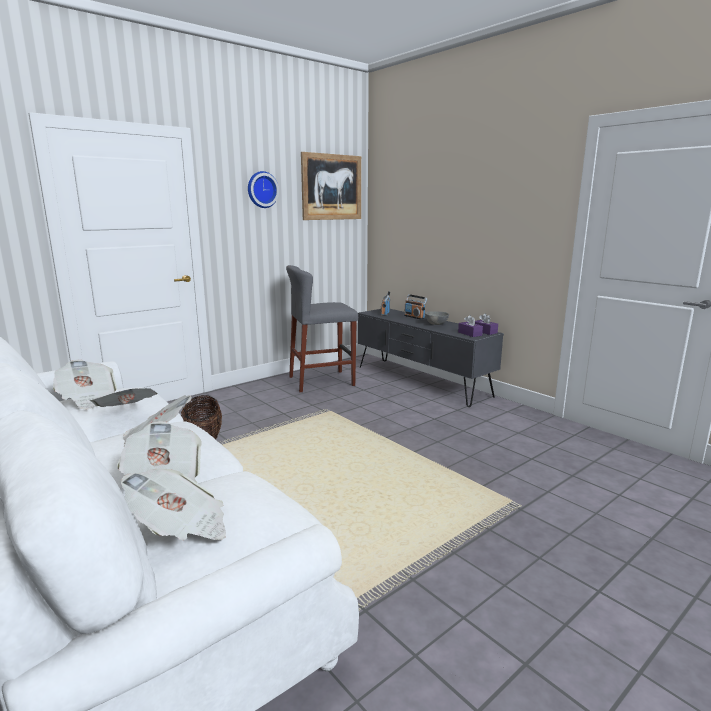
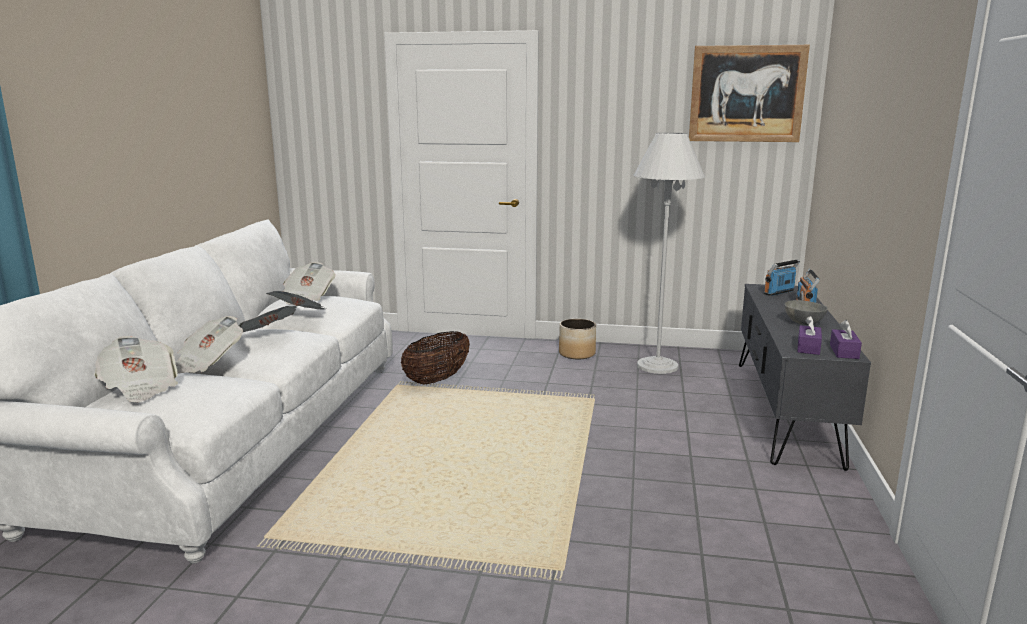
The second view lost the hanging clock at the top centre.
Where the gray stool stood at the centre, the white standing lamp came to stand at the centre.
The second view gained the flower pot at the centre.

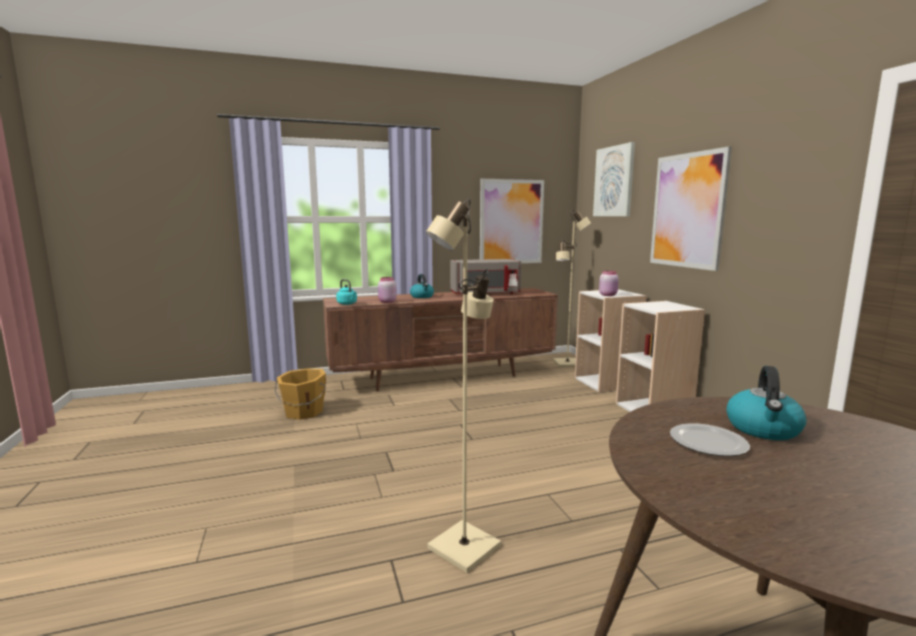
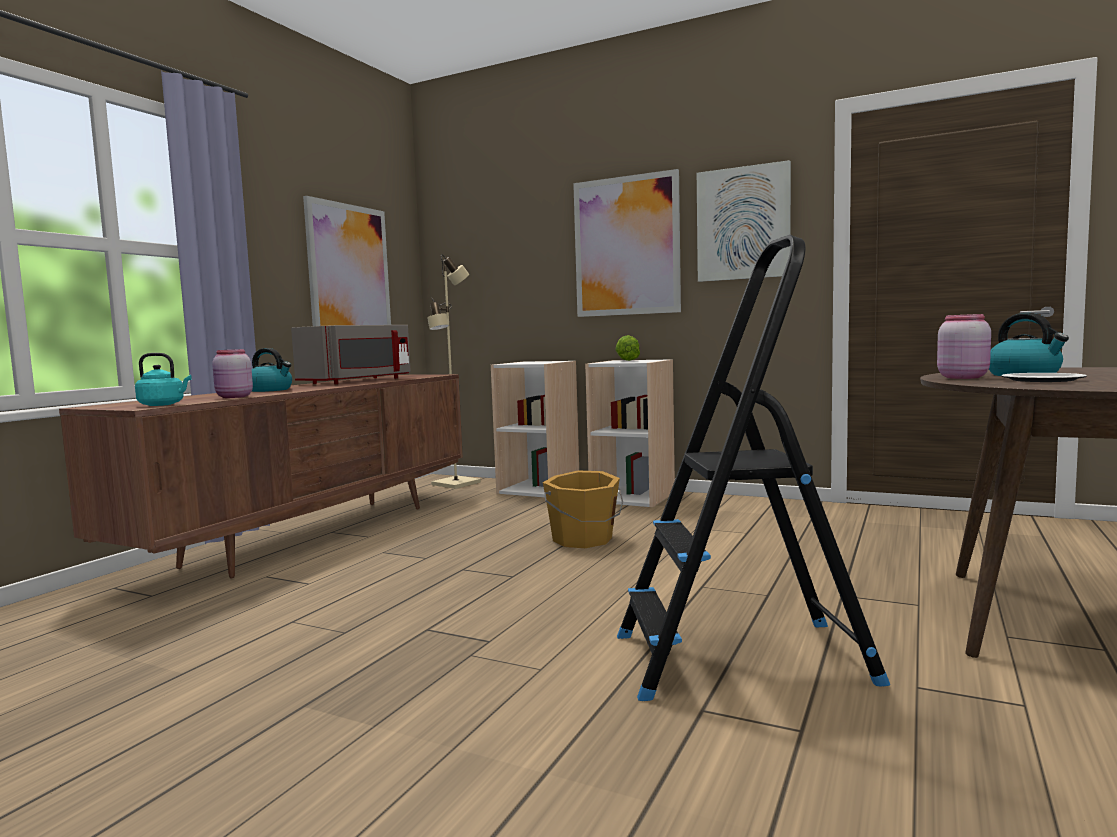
The orangey bucket ended up elsewhere, having gone from the middle left to the centre.
Where the beige-coloured standing lamp (1st from left) stood at the centre, the black step ladder came to stand at the middle right.
The wall picture (2nd from left in the first image) ended up elsewhere, having gone from the top right to the top centre.
The pinkish preserve jar (2nd from left) ended up elsewhere, having gone from the centre to the middle right.
The second view gained the head of lettuce at the centre.

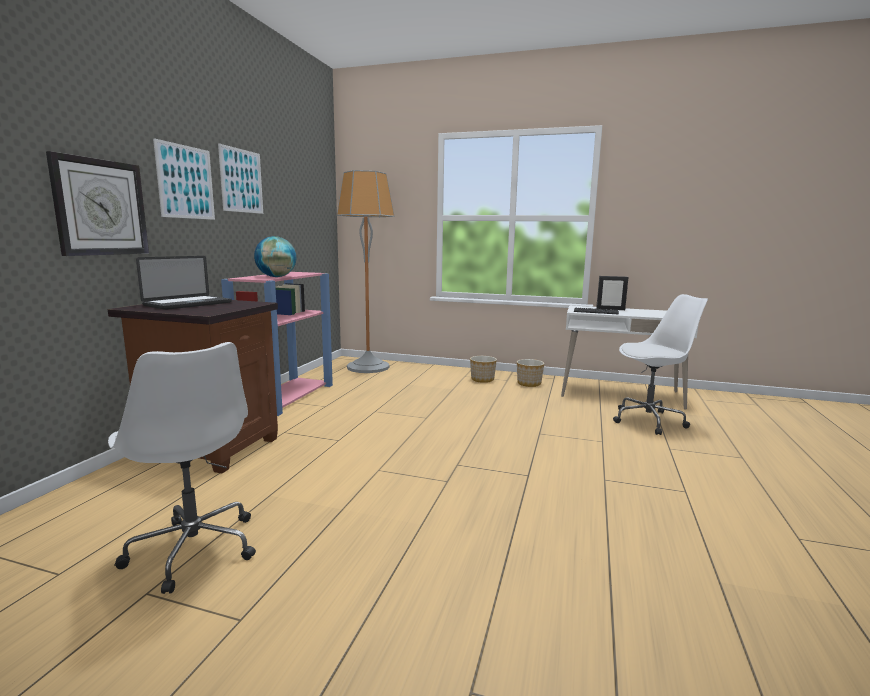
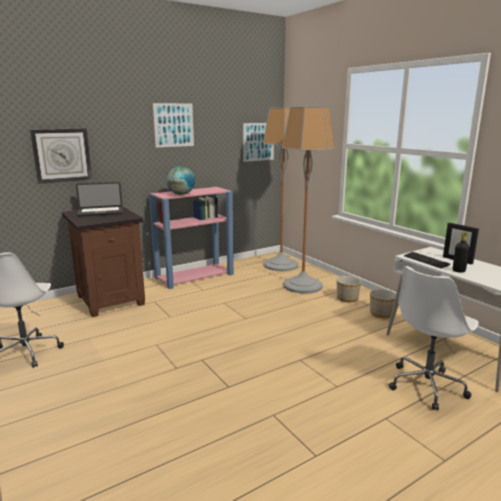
The wall picture (1st from left in the first image) ended up elsewhere, having gone from the top left to the top centre.
The white desk chair (2nd from left) at the middle right ended up facing another way, 105 degrees clockwise from before.
The second view gained the standing lamp (2nd from left) at the centre.
The second view gained the black drink bottle at the middle right.

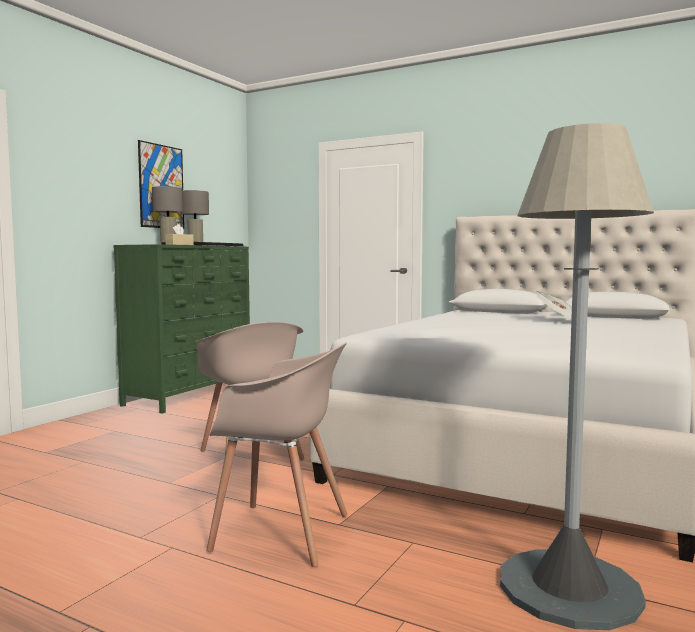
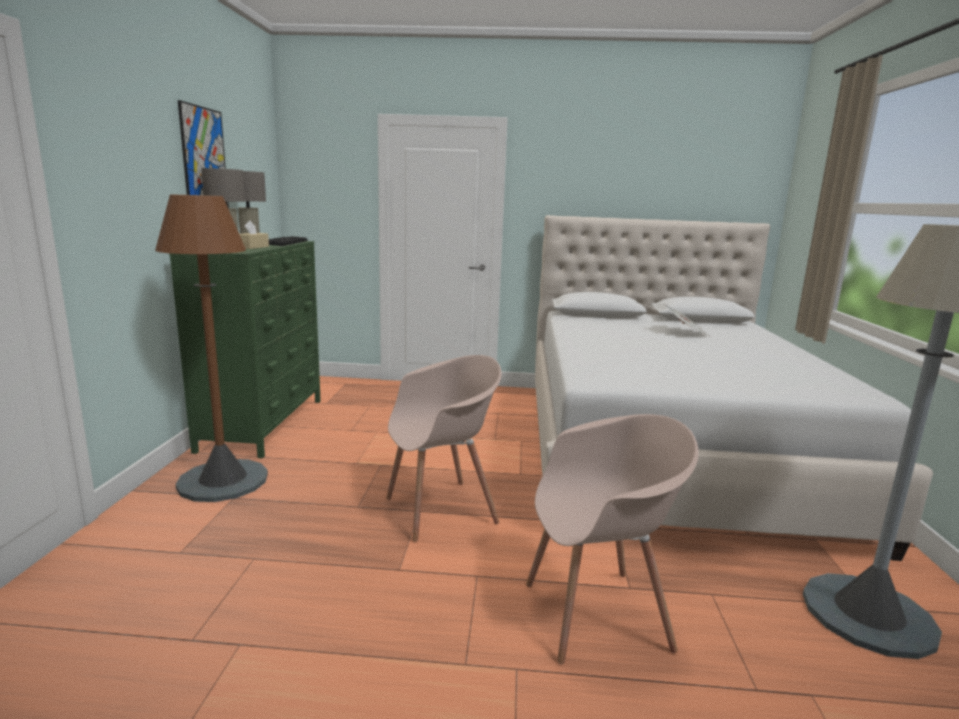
The beige-coloured upright chair (1st from left) at the centre ended up facing another way, 60 degrees counterclockwise from before.
The second view gained the brown standing lamp at the middle left.

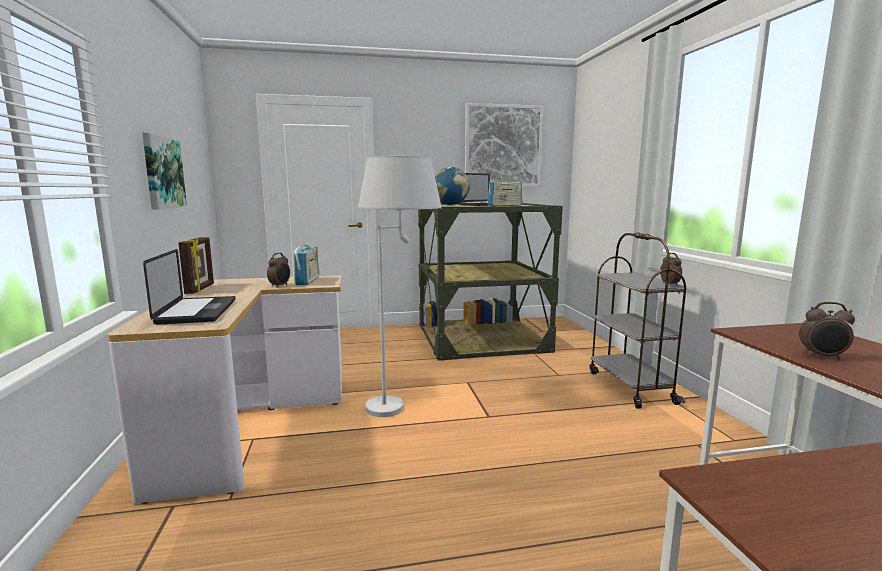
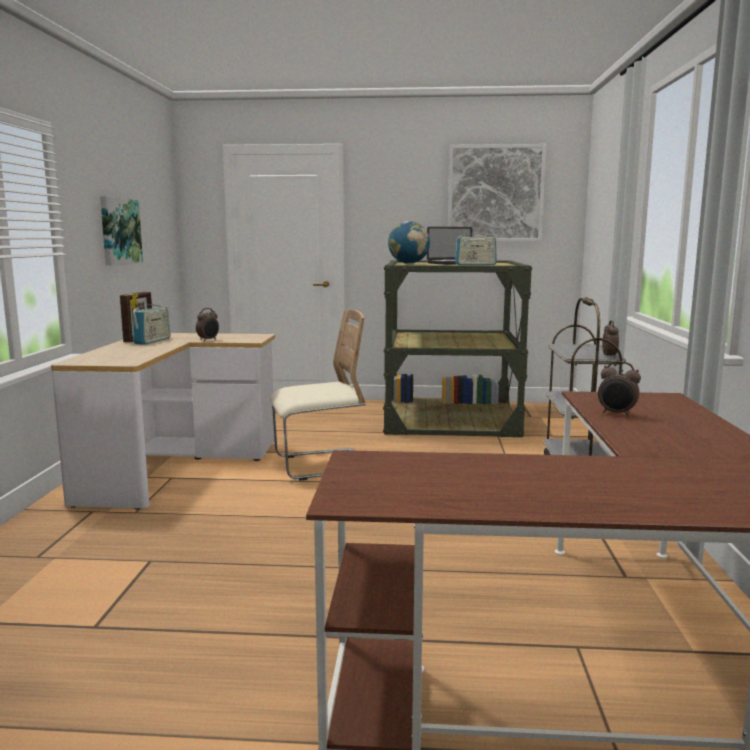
The second view lost the notebook computer (1st from left) at the middle left.
The radio (1st from left) ended up elsewhere, having gone from the centre to the middle left.
Where the white standing lamp stood at the centre, the beige-coloured upright chair came to stand at the centre.

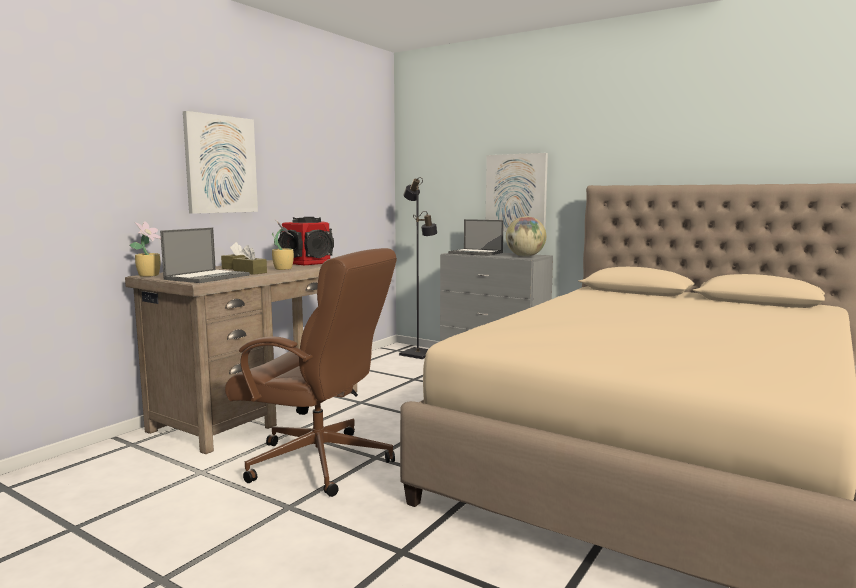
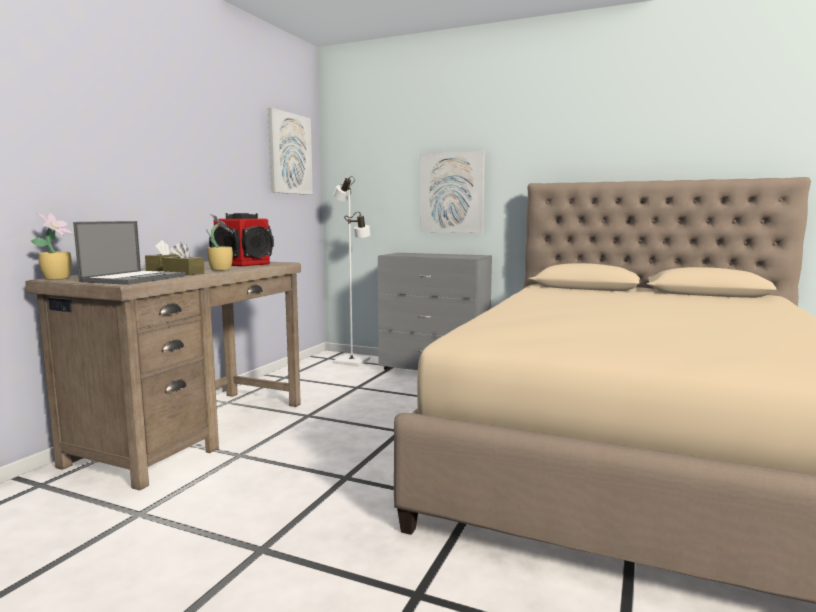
The wall picture (1st from left) ended up elsewhere, having gone from the top left to the top centre.
The second view lost the brown desk chair at the centre.
What was the black standing lamp at the centre turned into the white standing lamp at the centre.
The second view lost the notebook computer (2nd from left) at the centre.
The second view lost the globe at the centre.

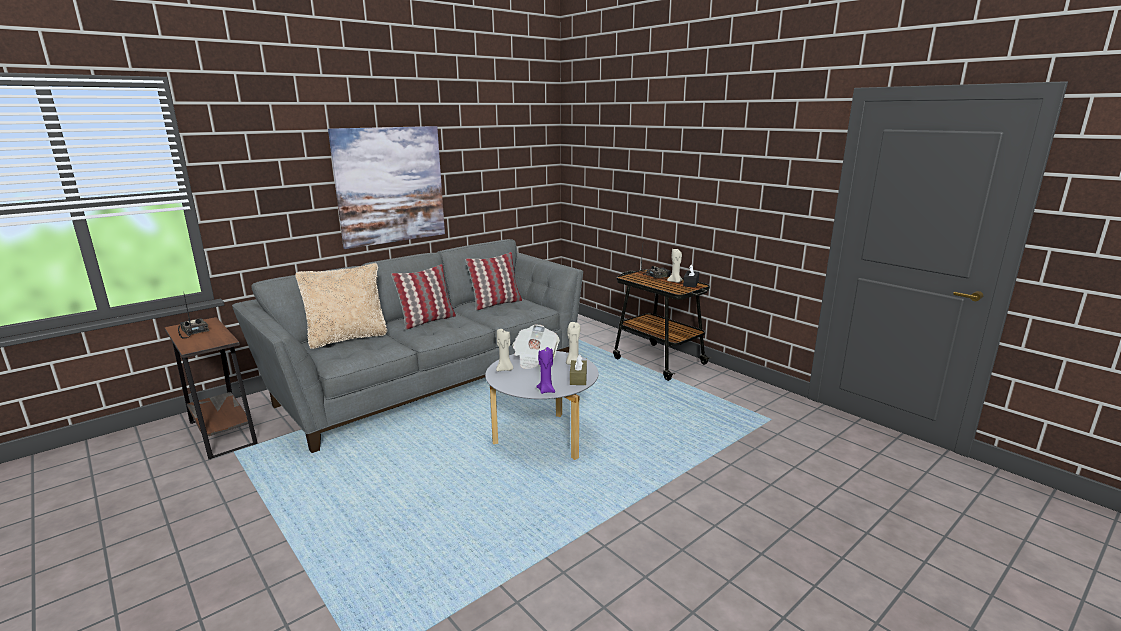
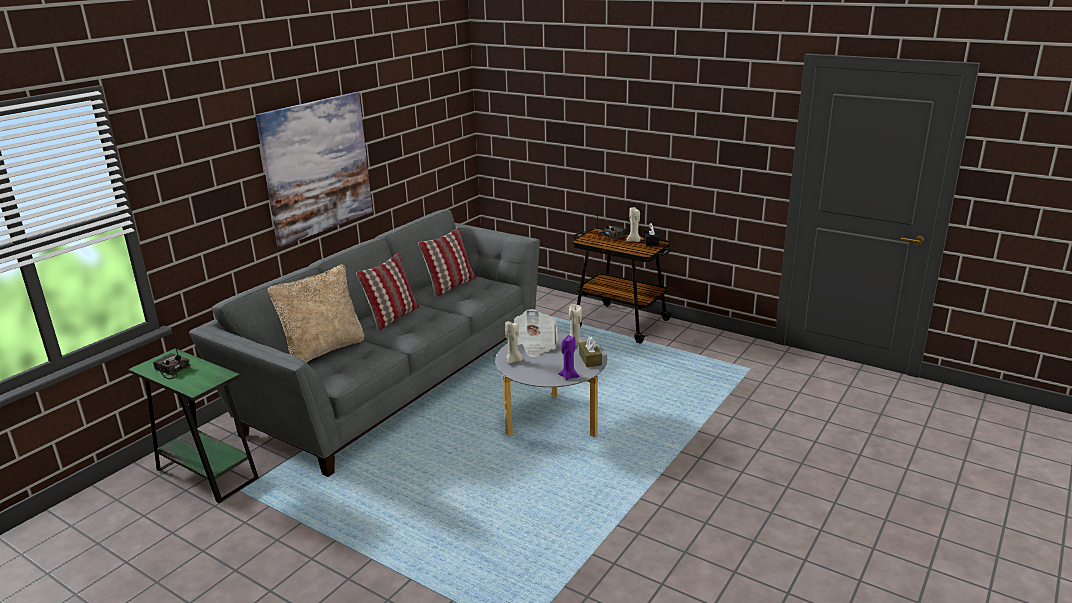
What was the brown accent table at the middle left turned into the green-coloured accent table at the bottom left.

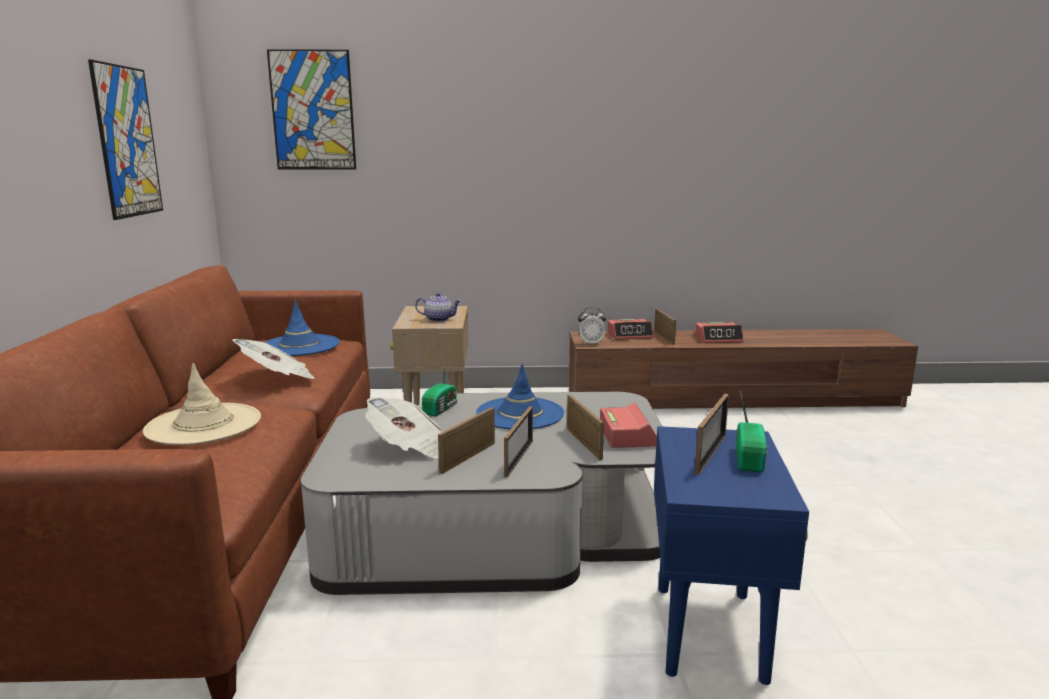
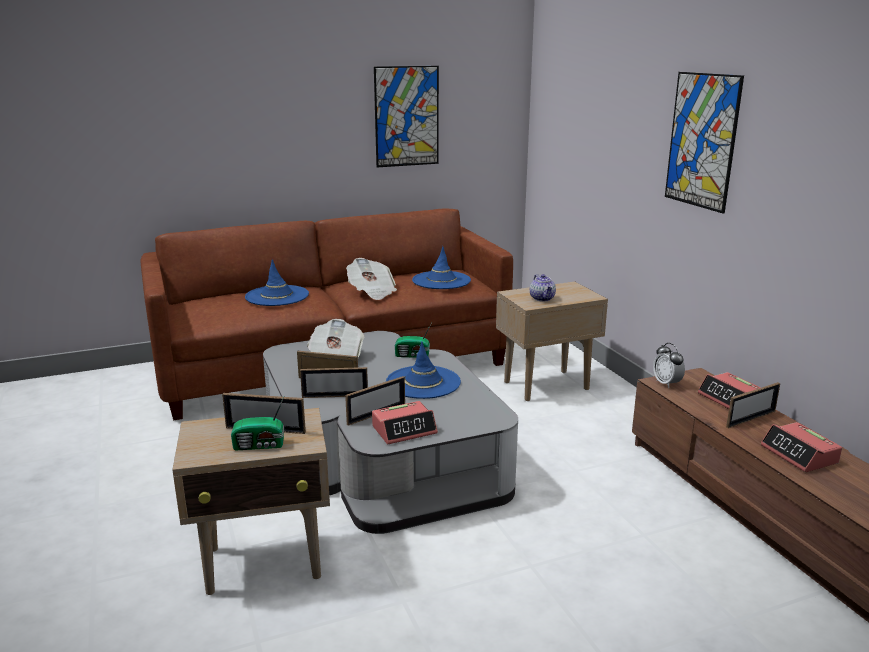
What was the beige-coloured clothing hat at the middle left turned into the blue clothing hat (1st from left) at the middle left.
The wall picture (2nd from left) ended up elsewhere, having gone from the top left to the top right.
What was the blue accent table at the bottom right turned into the beige-coloured accent table (1st from left) at the bottom left.

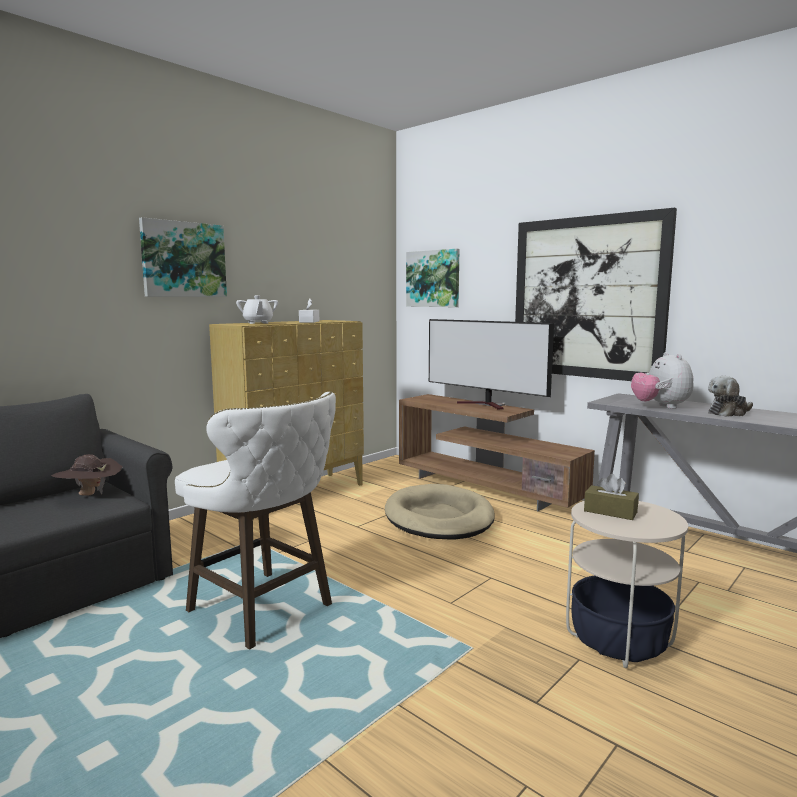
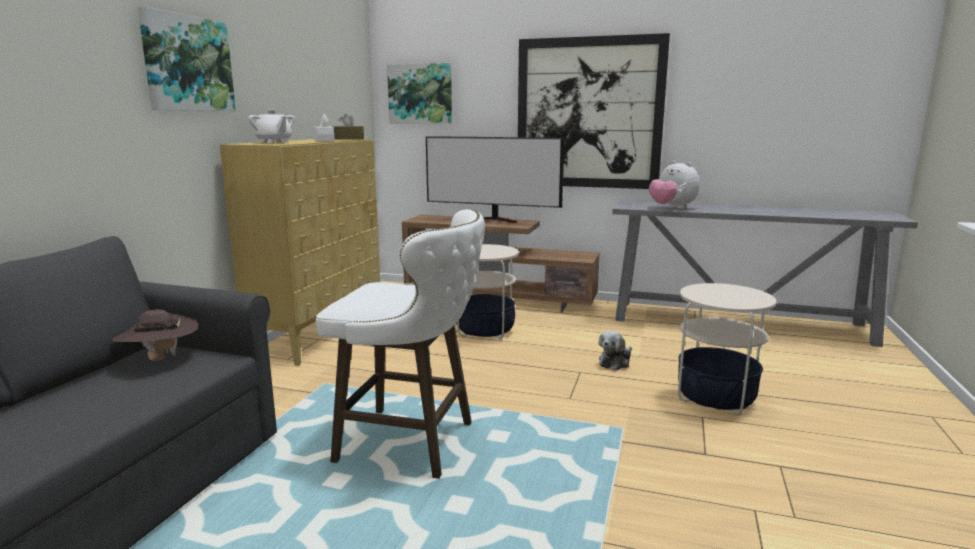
Where the beige-coloured dog cushion stood at the centre, the beige-coloured accent table (1st from left) came to stand at the centre.
The brown tissue box ended up elsewhere, having gone from the middle right to the top centre.
The plush toy (2nd from left in the first image) ended up elsewhere, having gone from the middle right to the centre.

